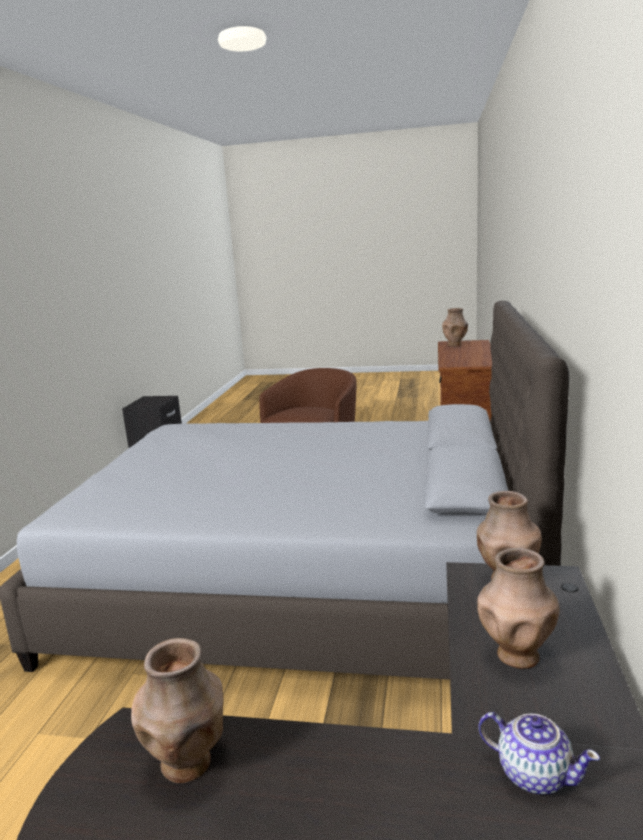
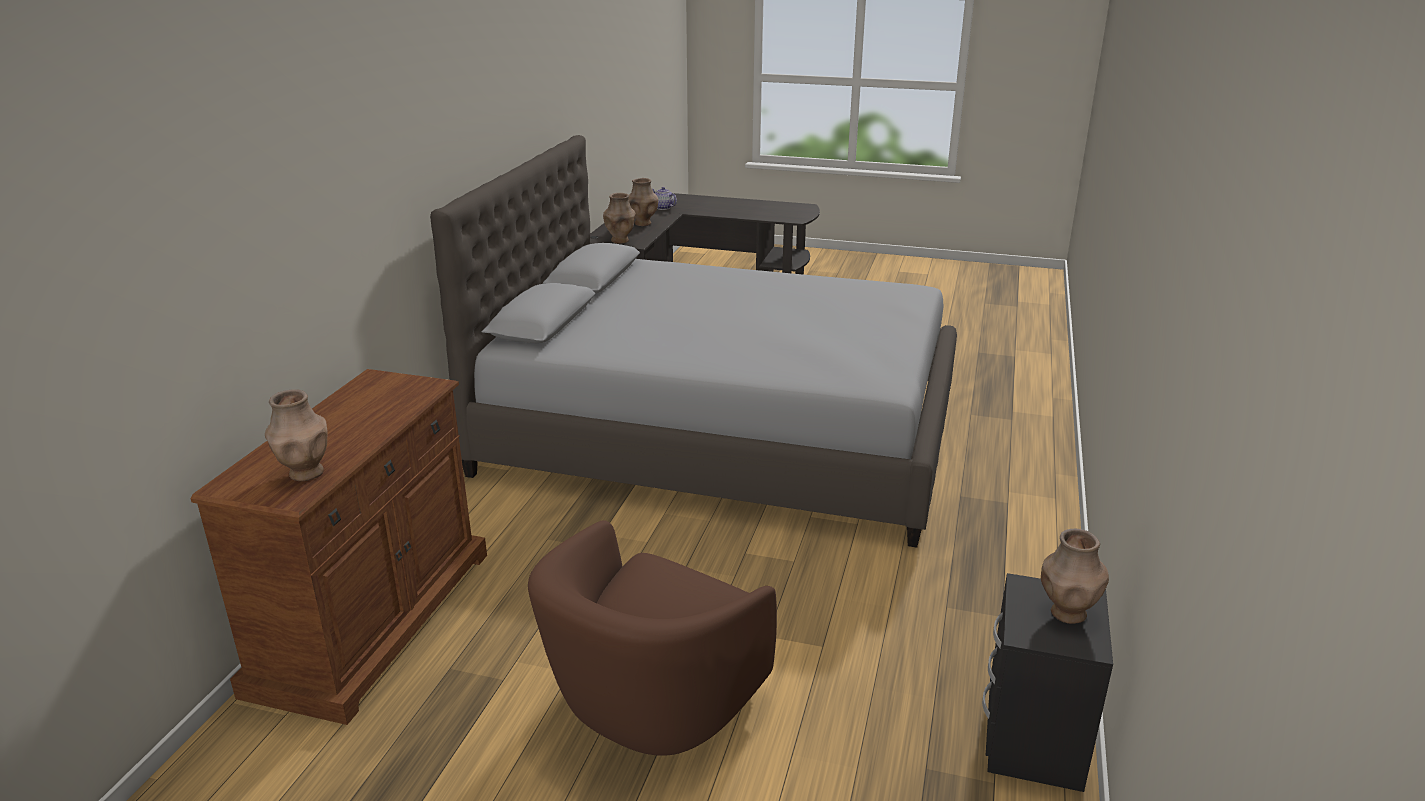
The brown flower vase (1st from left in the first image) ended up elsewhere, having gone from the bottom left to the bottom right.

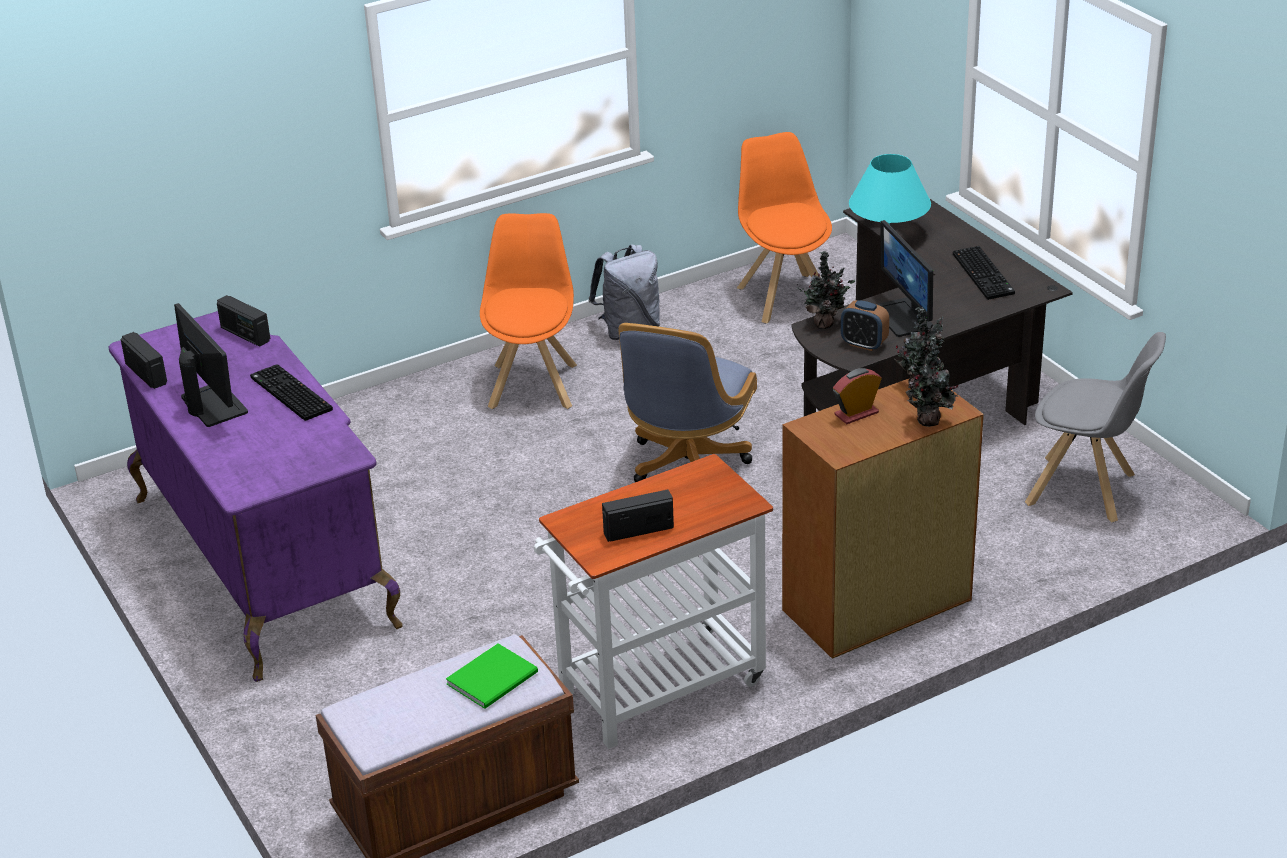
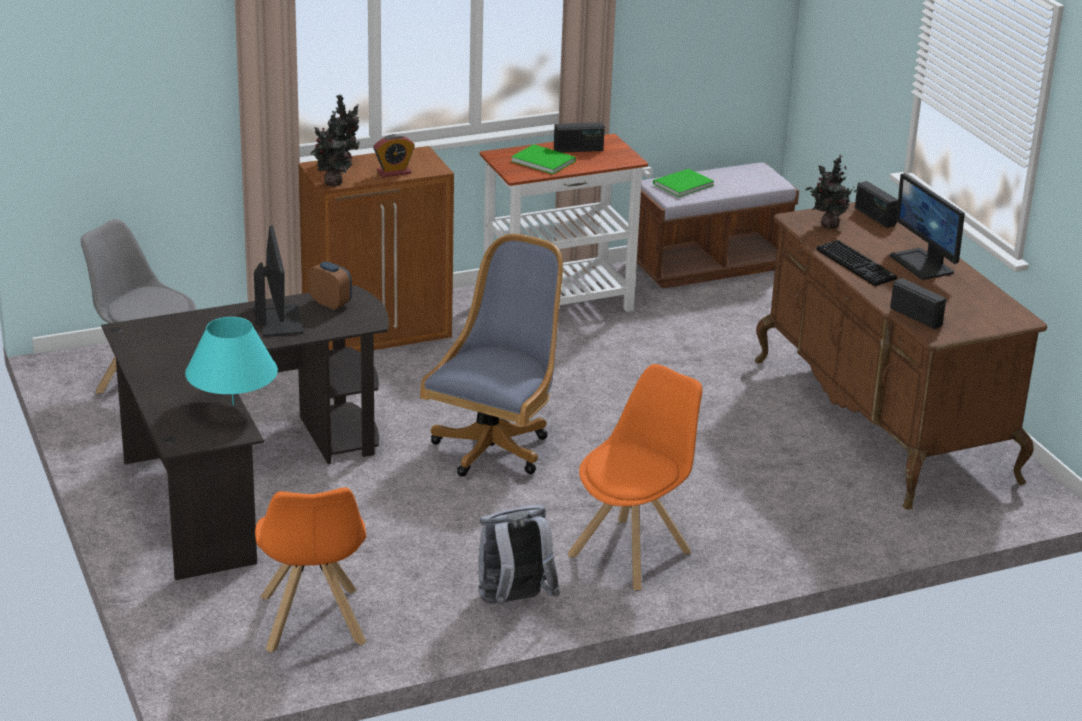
What was the purple-coloured chest of drawers at the middle left turned into the brown chest of drawers at the middle right.
The radio (1st from left in the first image) ended up elsewhere, having gone from the middle left to the top right.
The orangey upright chair (1st from left in the first image) at the centre ended up facing another way, 150 degrees counterclockwise from before.
The plant in a pot (1st from left in the first image) ended up elsewhere, having gone from the centre to the top right.
The second view lost the PC keyboard (2nd from left) at the top right.
The second view gained the green-coloured bound book (1st from left) at the top centre.

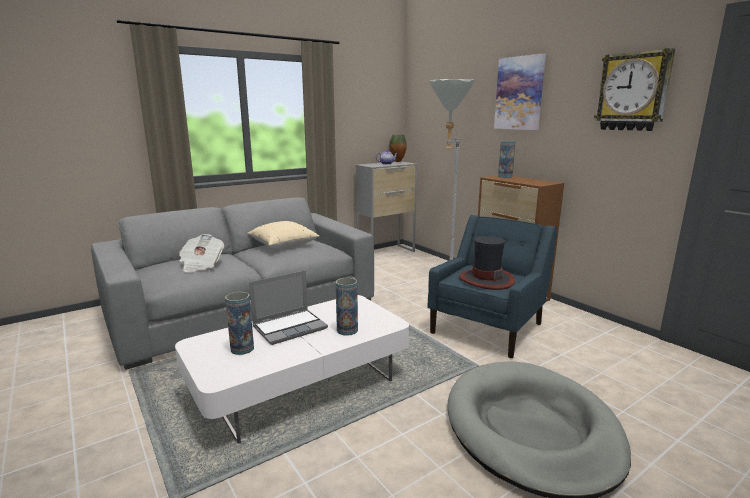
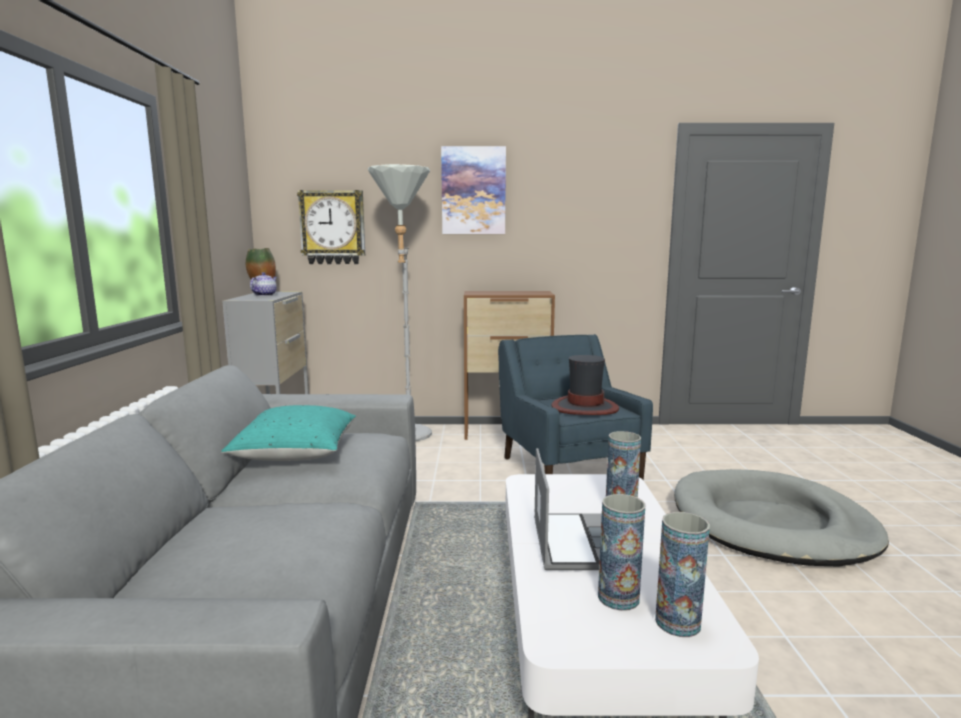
The second view lost the daily paper at the middle left.
What was the beige-coloured cushion at the centre turned into the turquoise cushion at the middle left.
The flower vase (4th from left) ended up elsewhere, having gone from the top right to the bottom right.
The hanging clock ended up elsewhere, having gone from the top right to the top centre.

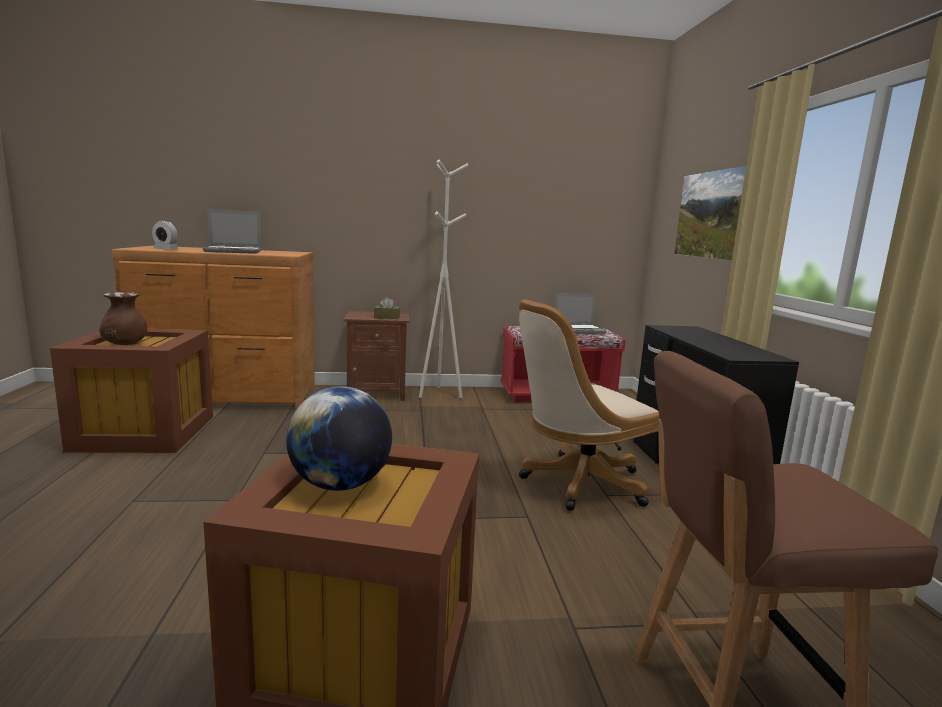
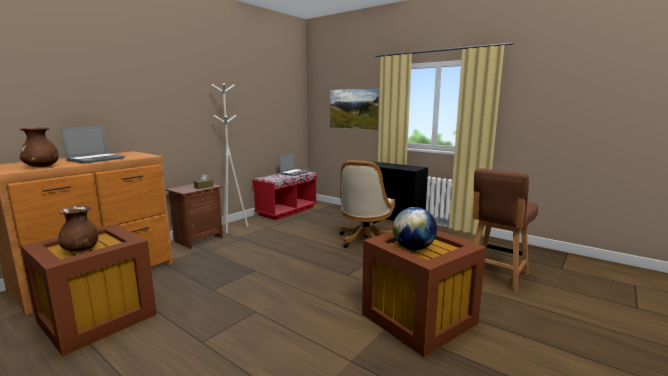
Where the table clock stood at the top left, the brown flower vase (1st from left) came to stand at the middle left.

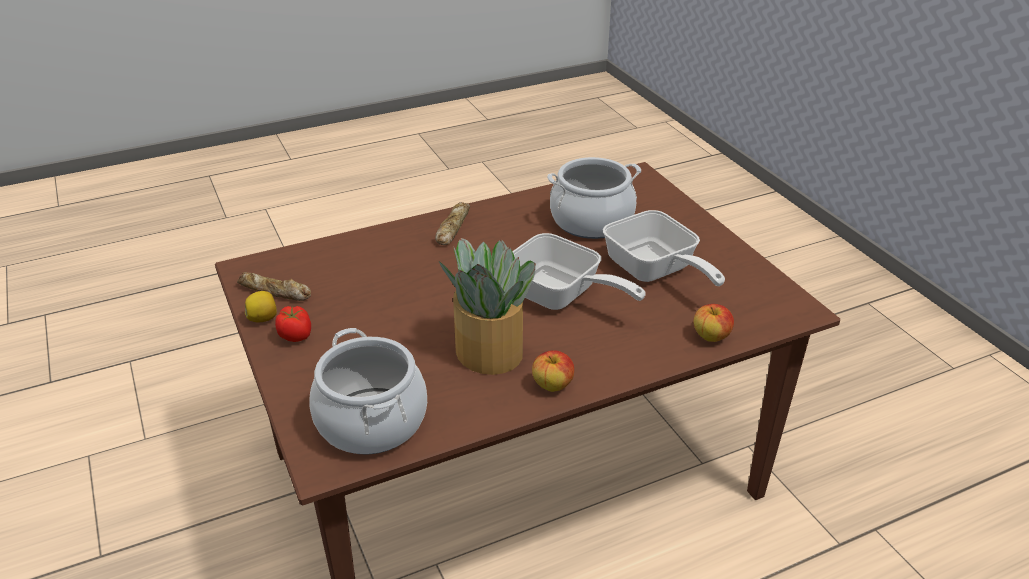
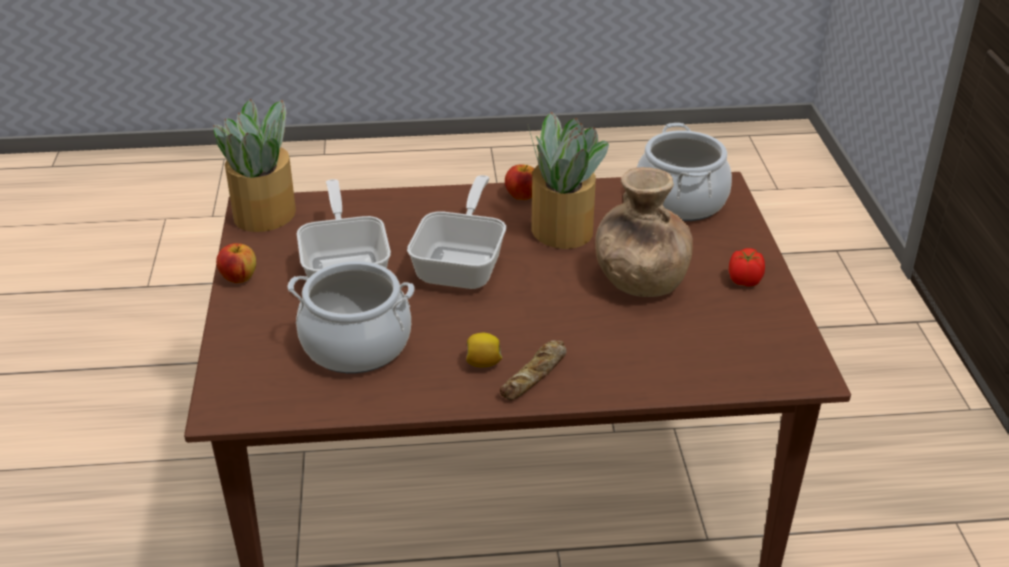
The second view lost the baked bread (1st from left) at the middle left.
The citrus fruit ended up elsewhere, having gone from the middle left to the centre.
The pan (1st from left in the first image) at the centre ended up facing another way, 45 degrees clockwise from before.
The apple (2nd from left in the first image) ended up elsewhere, having gone from the middle right to the middle left.
The second view gained the plant in a pot (1st from left) at the top left.
The second view gained the brown flower vase at the centre.

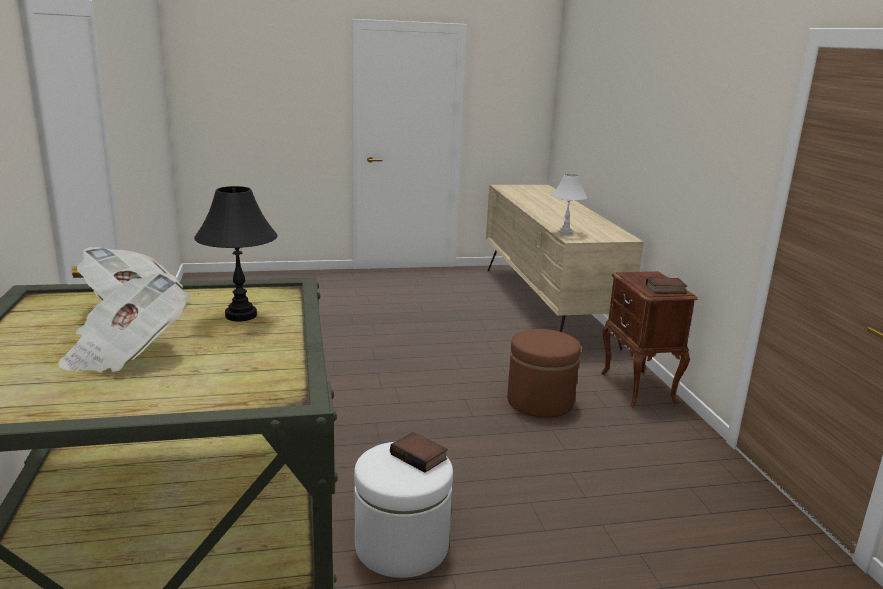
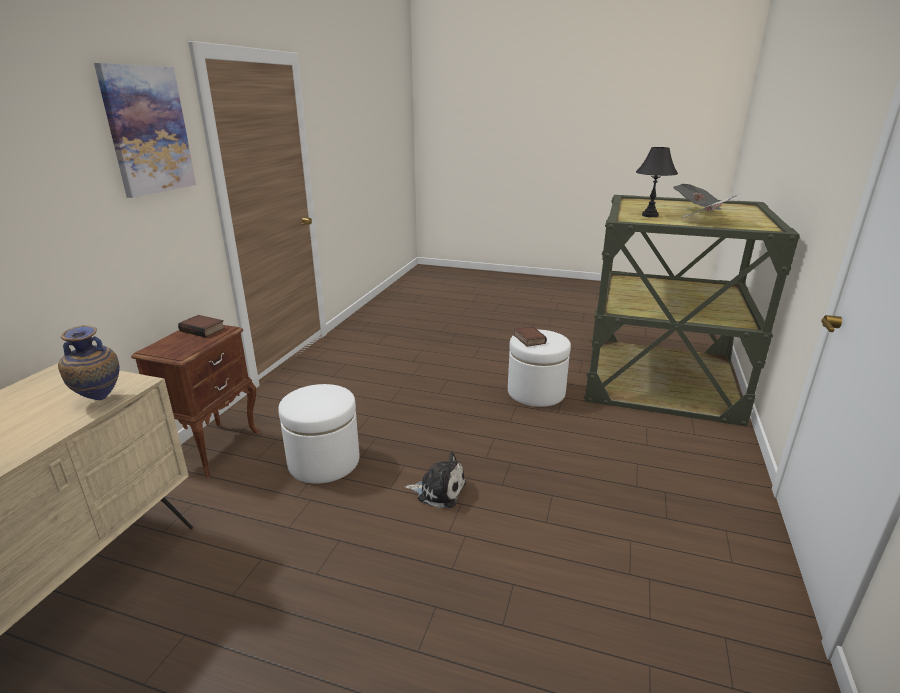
What was the brown footrest at the centre turned into the white footrest (1st from left) at the centre.
Where the white tabletop lamp stood at the centre, the flower vase came to stand at the middle left.
The second view gained the wall picture at the top left.
The second view gained the plush toy at the bottom centre.

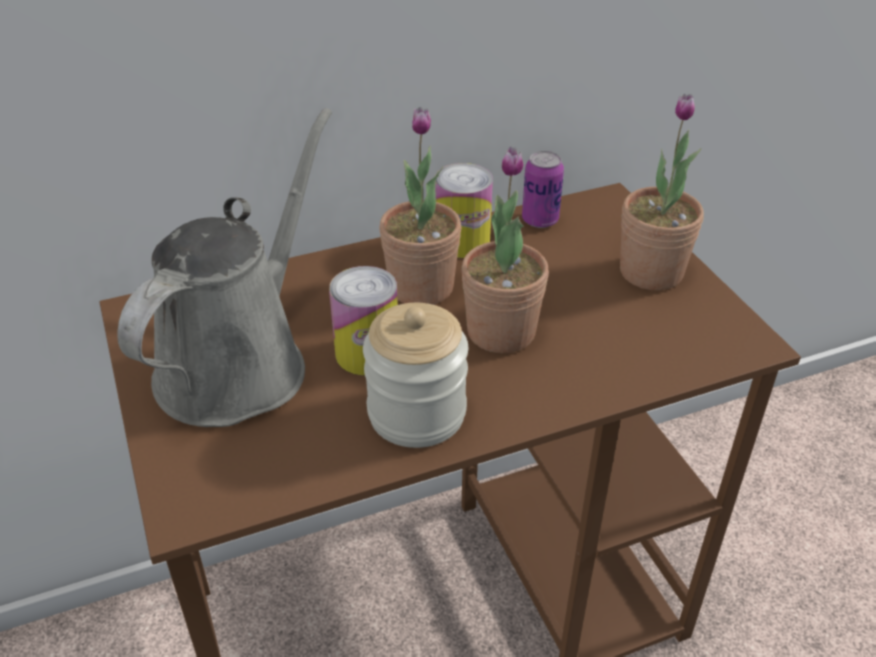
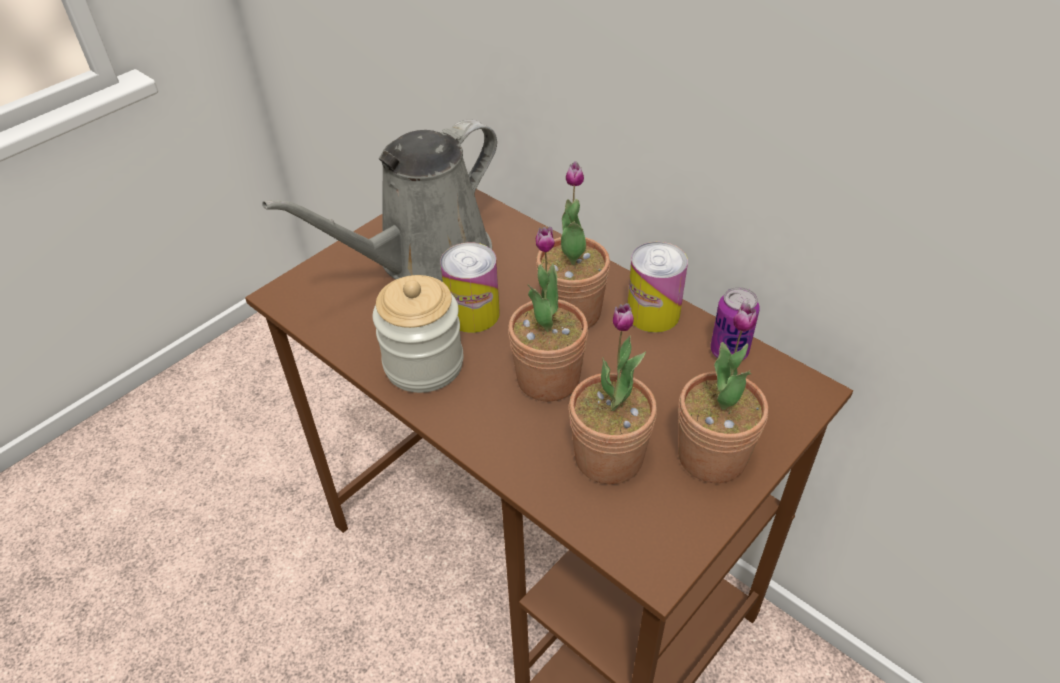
The gray watering pot at the middle left ended up facing another way, 135 degrees clockwise from before.
The second view gained the plant in a pot (3rd from left) at the centre.

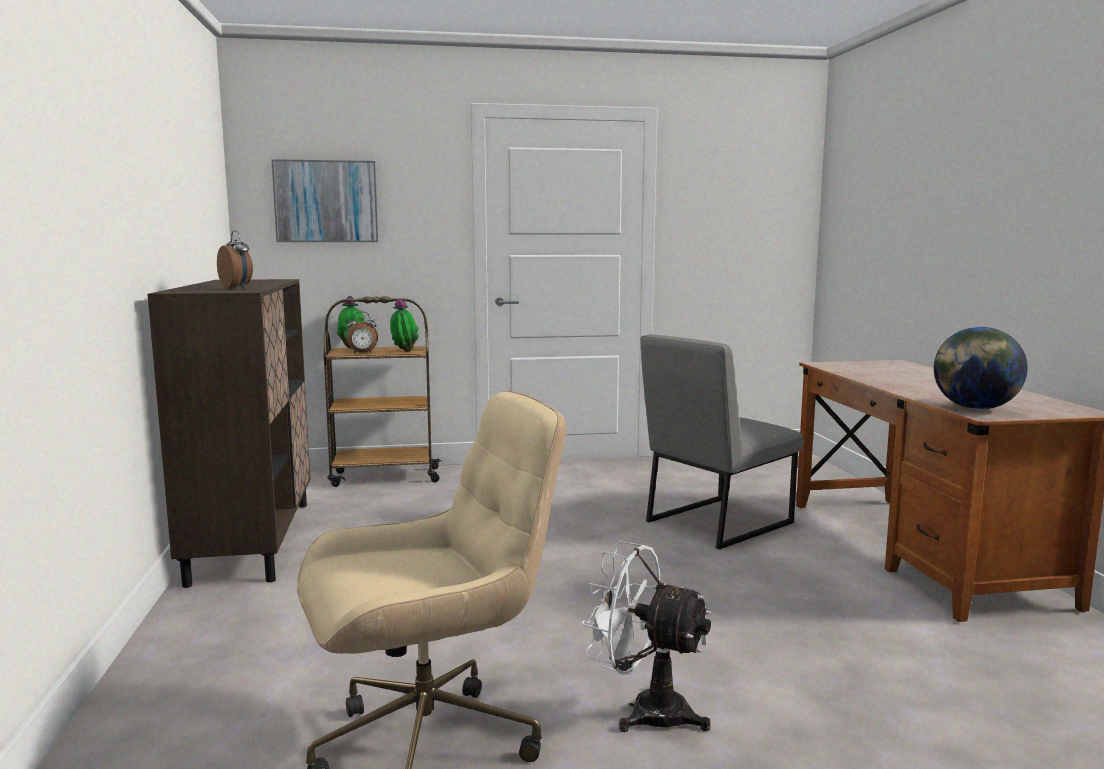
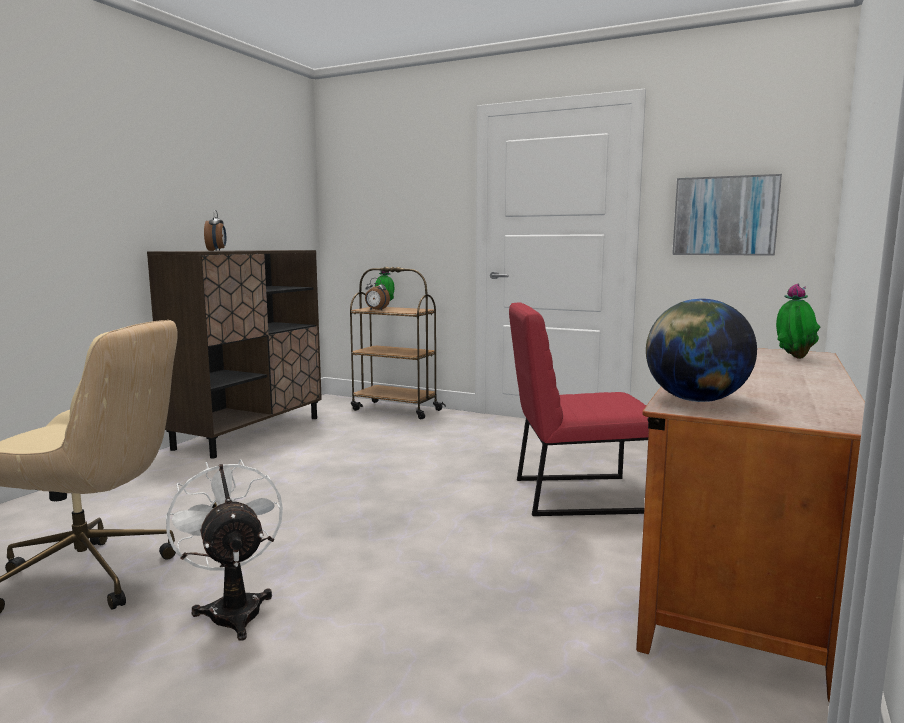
The wall picture ended up elsewhere, having gone from the top left to the top right.
The plant in a pot (2nd from left) ended up elsewhere, having gone from the centre to the middle right.
What was the gray upright chair at the centre turned into the reddish upright chair at the centre.

